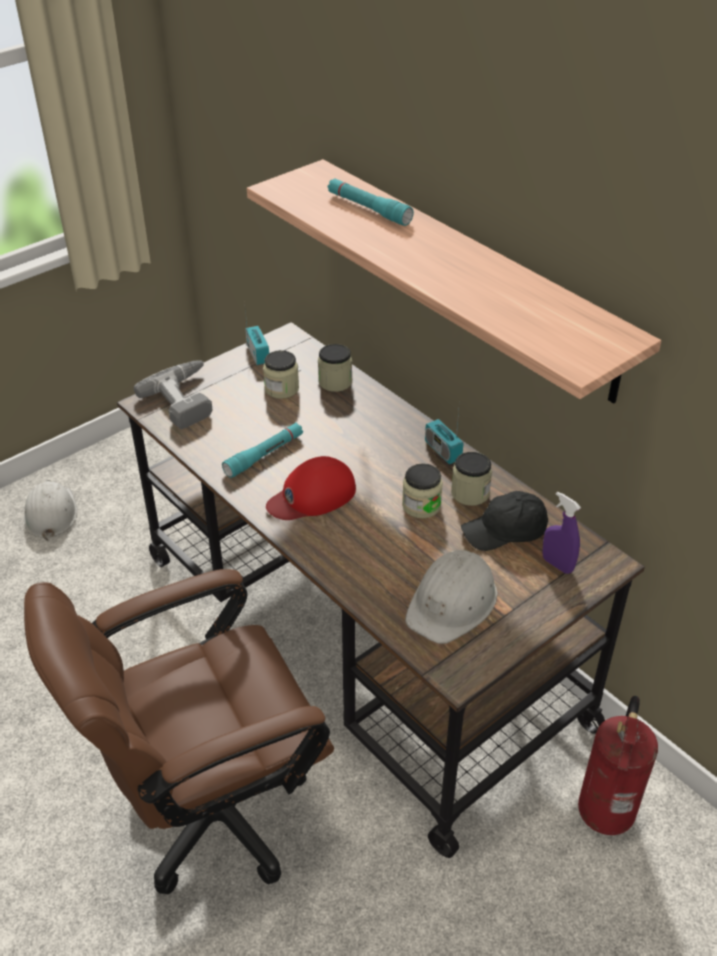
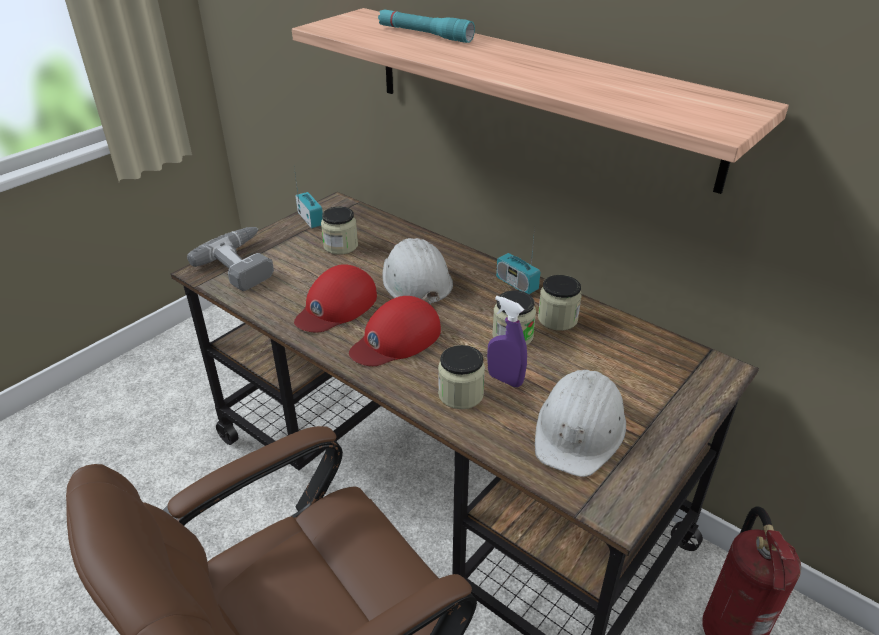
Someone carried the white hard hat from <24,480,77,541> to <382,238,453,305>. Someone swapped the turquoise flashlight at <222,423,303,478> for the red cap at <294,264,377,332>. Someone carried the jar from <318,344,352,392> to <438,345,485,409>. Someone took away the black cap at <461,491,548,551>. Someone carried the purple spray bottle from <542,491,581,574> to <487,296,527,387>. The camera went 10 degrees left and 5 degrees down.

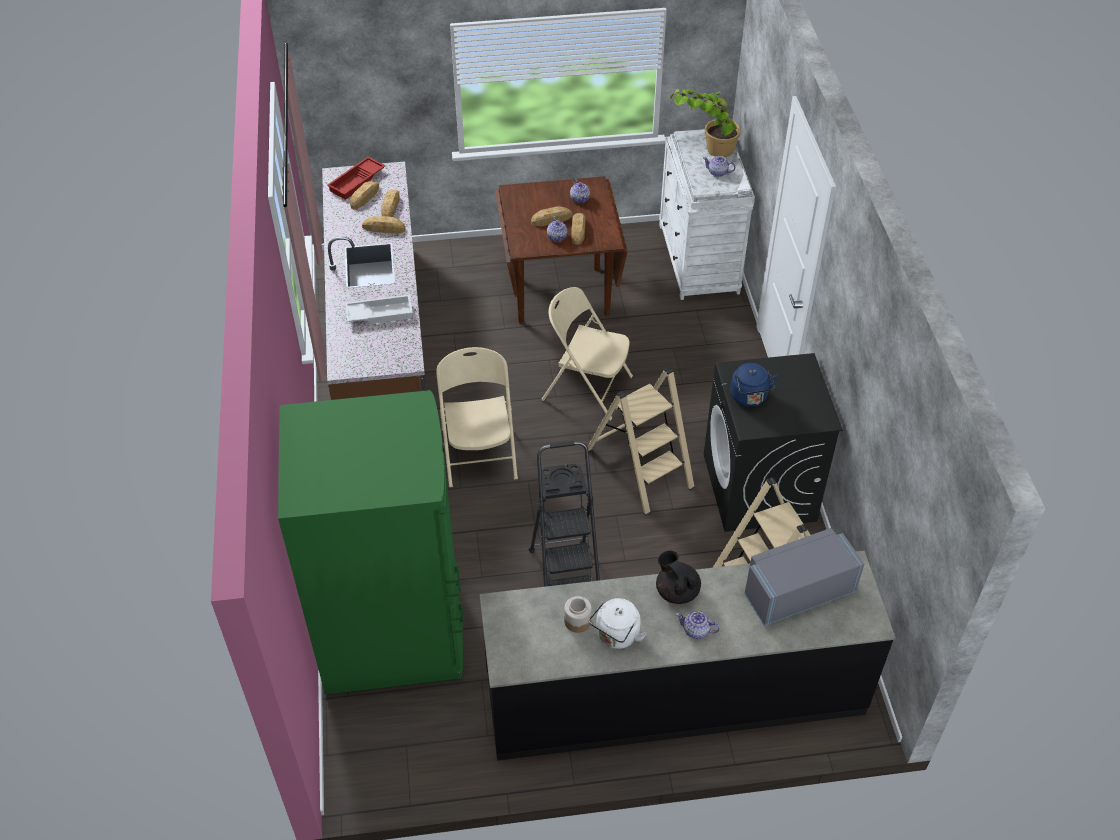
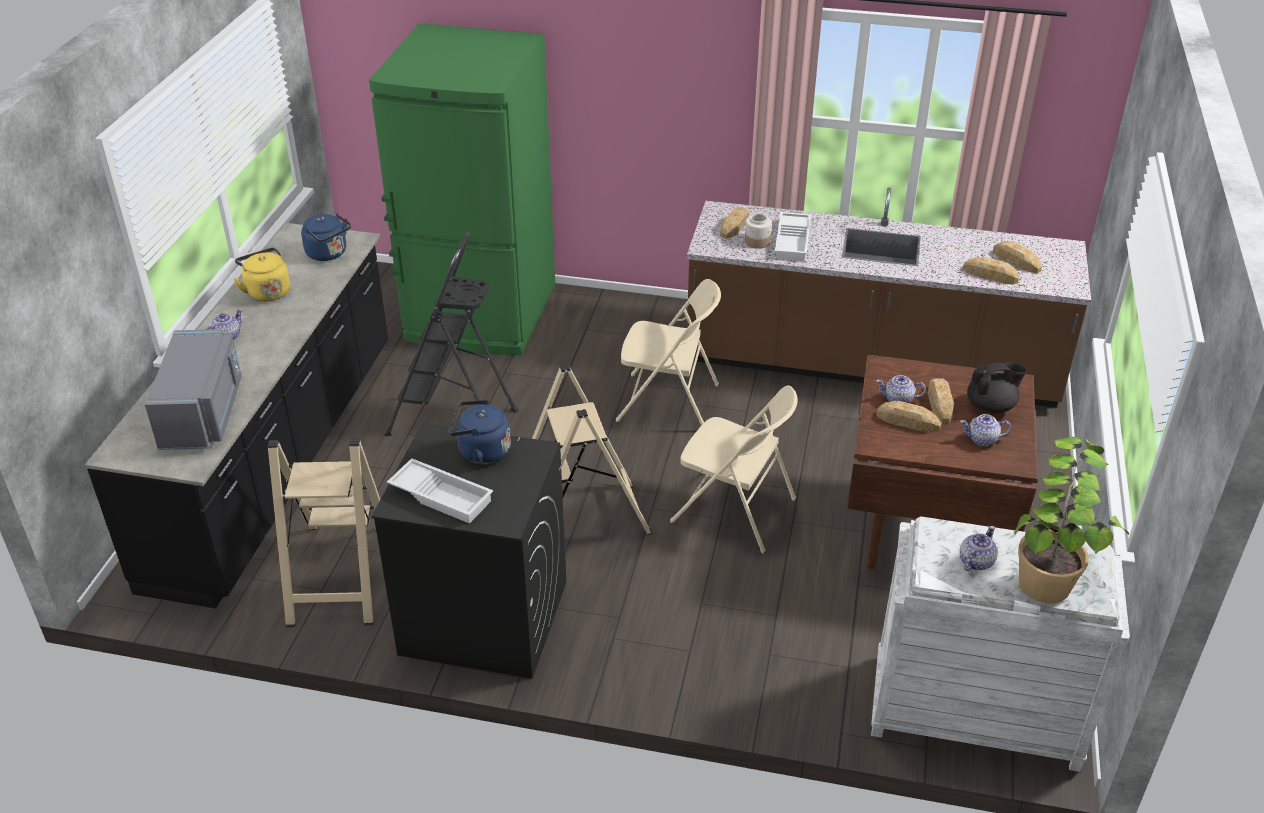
Someone took away the red tray at <327,157,385,200>. Someone carried the bread from <362,216,405,234> to <721,207,749,239>. Someone rotated the beige chair at <542,287,633,421> by 75 degrees clockwise. Someone carried the jar from <564,596,592,633> to <745,214,772,249>. Someone repainted the white kettle at <589,598,646,649>, which became the yellow kettle at <233,247,290,302>. Someone carried the black teapot from <656,551,701,604> to <967,362,1027,413>. Someone put down the blue kettle at <301,213,351,261>. Someone put down the white tray at <387,458,493,524>. The camera went 110 degrees right and 10 degrees down.

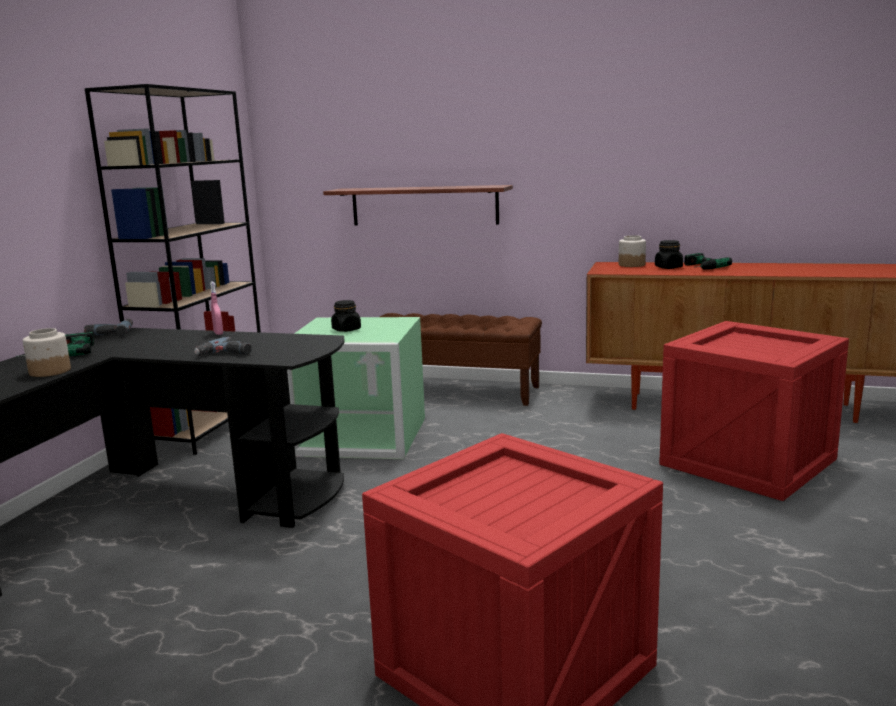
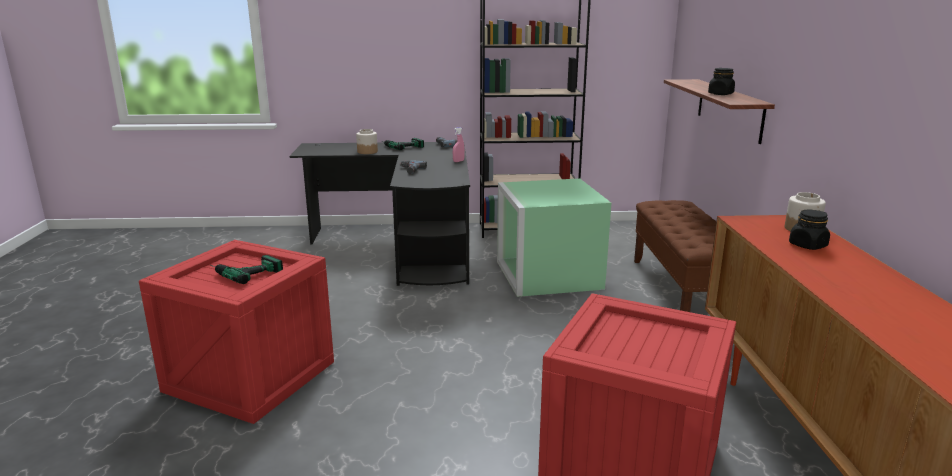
Someone carried the black jar from <331,300,361,332> to <708,68,735,95>. Someone carried the power drill from <684,253,732,270> to <211,255,283,284>. The camera went 70 degrees right and 5 degrees up.

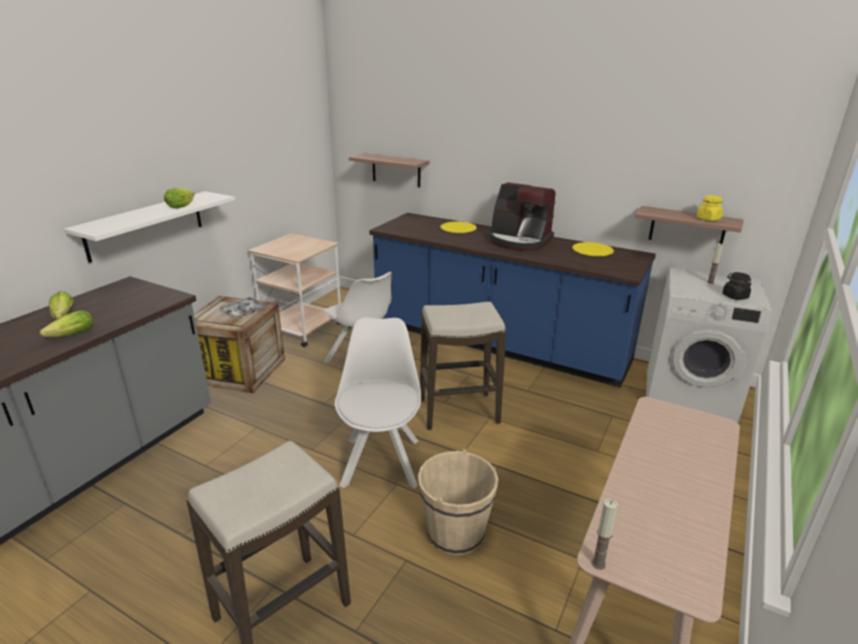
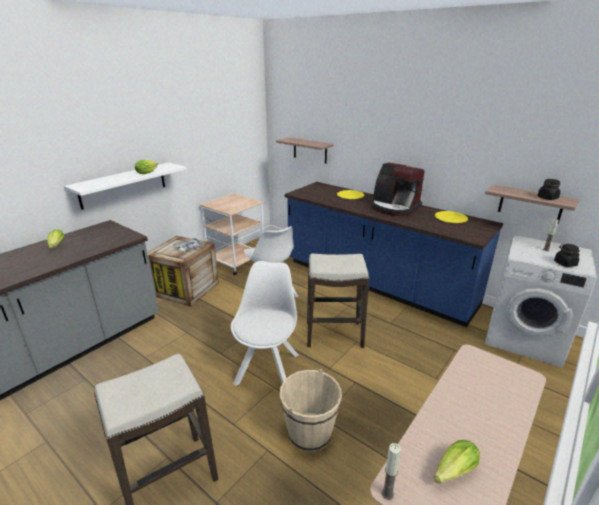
Someone carried the lettuce from <40,310,93,337> to <434,440,480,483>. Someone repainted the yellow jar at <697,195,723,221>, which became the black jar at <537,179,561,200>. The camera went 10 degrees right and 0 degrees up.

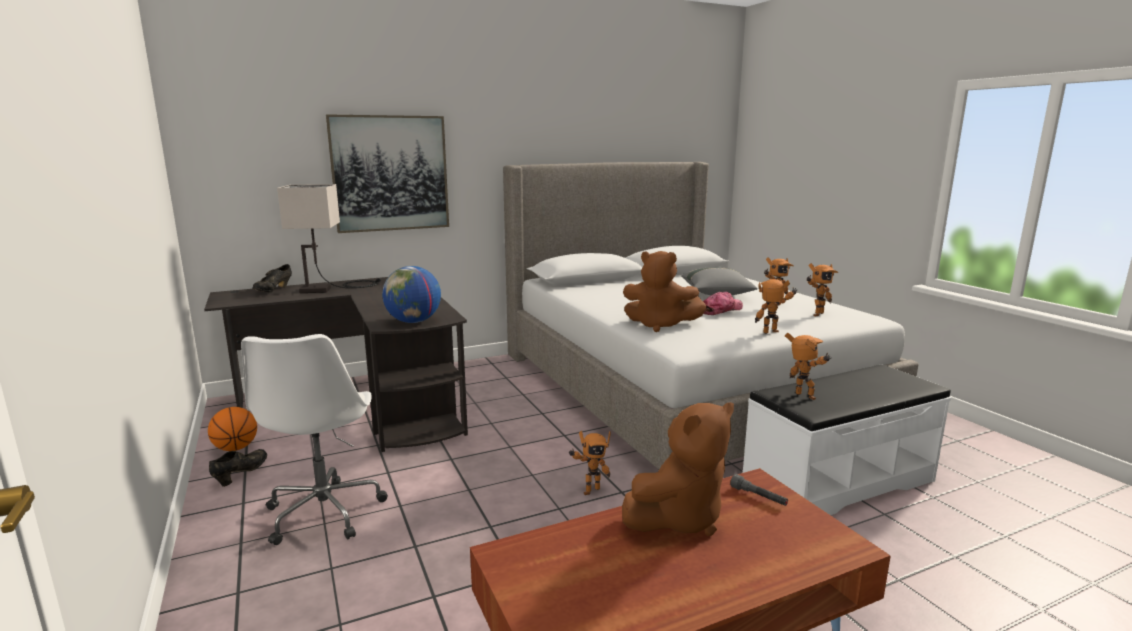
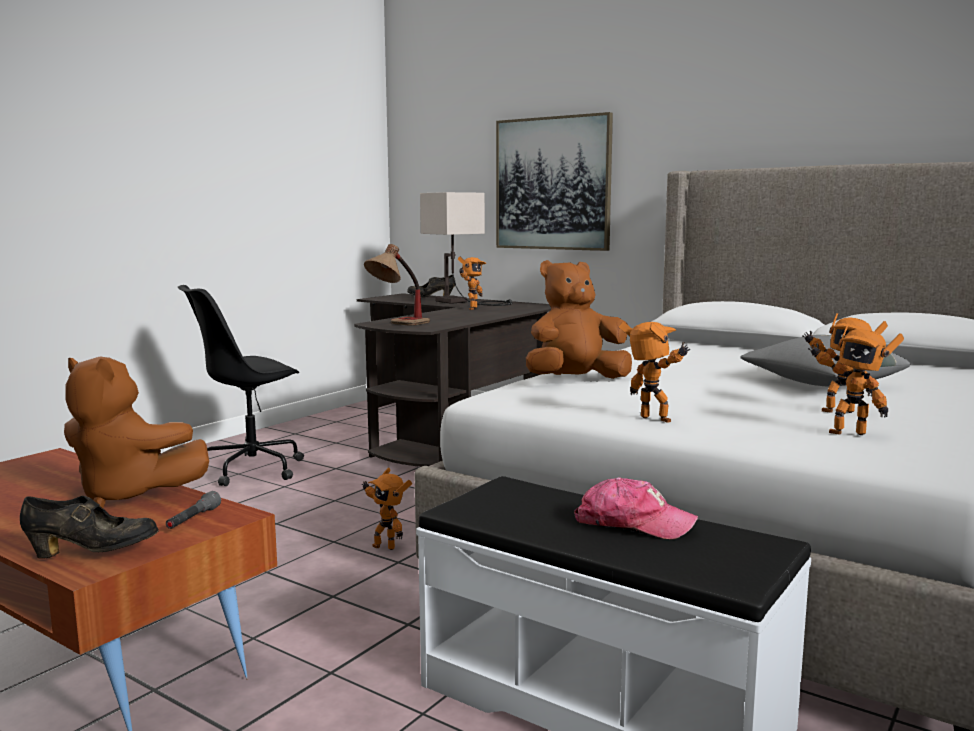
Someone took away the basketball at <208,407,257,451>. Someone carried the black shoe from <209,449,267,487> to <20,496,159,559>. Someone repainted the white office chair at <241,334,388,545>, which became the black office chair at <178,285,304,486>. Someone swapped the globe at <382,266,441,323> for the table lamp at <364,244,430,326>. Someone rotated the brown plush toy at <623,251,707,332> by 75 degrees clockwise. Someone carried the cap from <703,292,743,315> to <574,477,698,539>. Someone carried the toy robot from <785,333,832,400> to <458,257,486,310>. The camera went 60 degrees right and 5 degrees down.

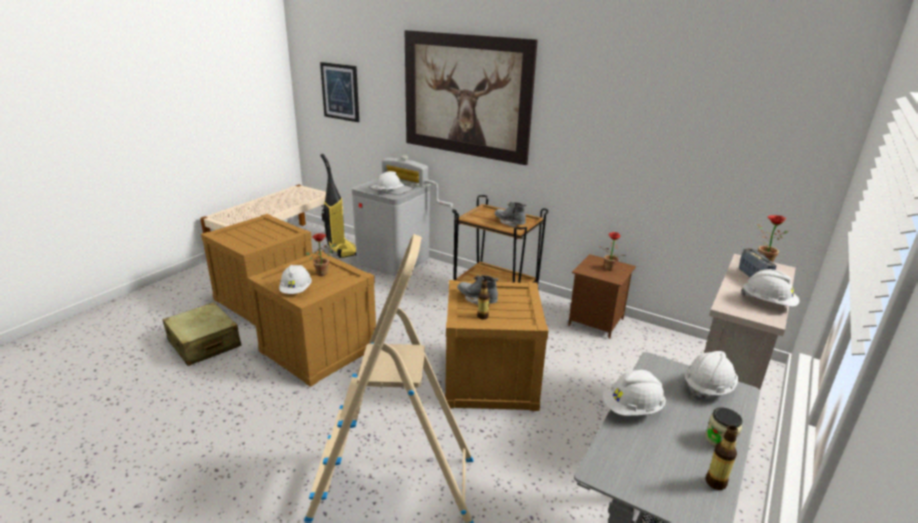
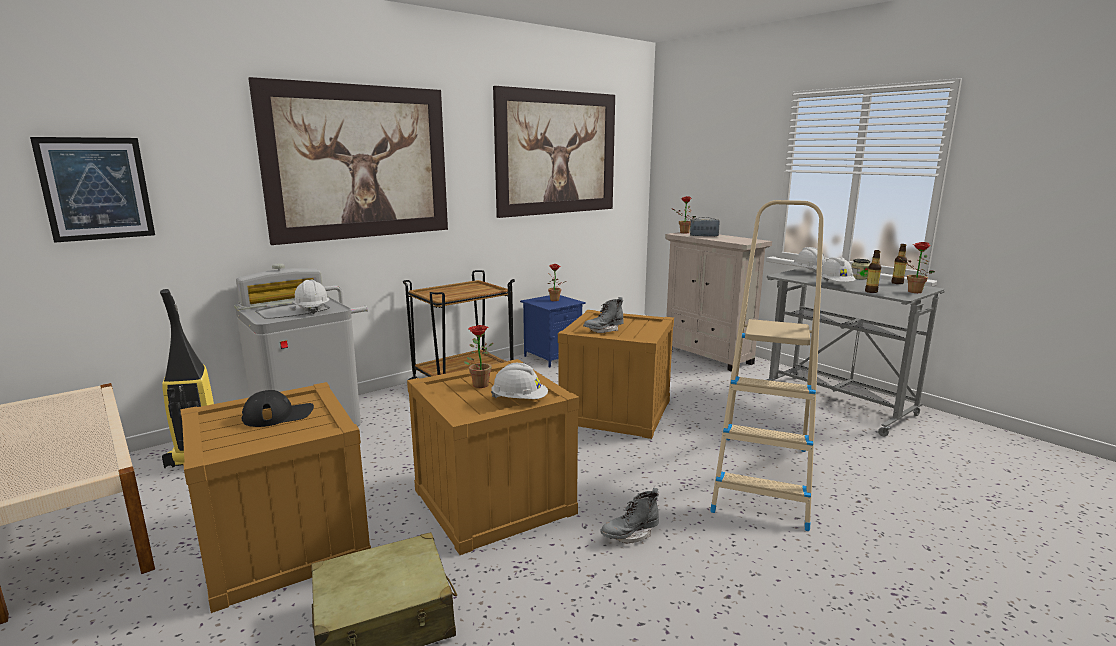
Someone carried the bottle from <477,280,490,320> to <865,250,881,293>. Someone carried the grey boot from <494,202,526,228> to <601,488,659,543>. Someone repainted the brown nightstand at <568,254,636,339>, which became the blue nightstand at <520,295,586,368>. Someone took away the white hard hat at <741,269,799,307>. Someone put down the black cap at <242,390,314,427>. Someone put up the picture at <493,86,615,218>. Someone put down the potted plant at <897,242,935,293>. The camera went 70 degrees left and 10 degrees down.

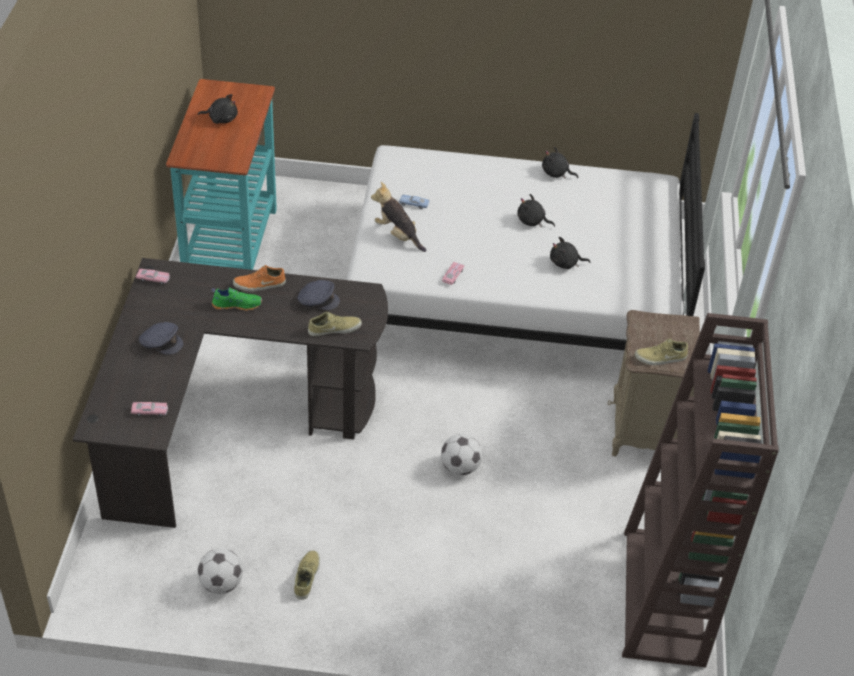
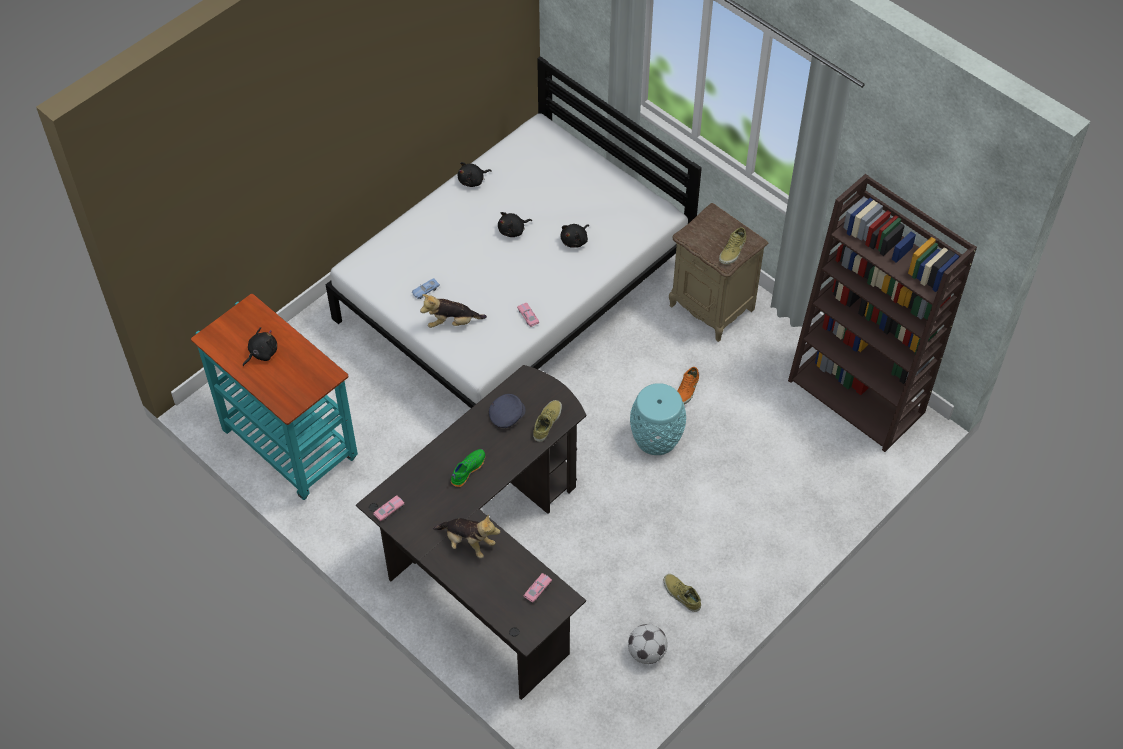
Someone swapped the grey cap at <139,322,184,355> for the plush toy at <433,514,500,559>. Someone carried the orange shoe from <233,265,286,292> to <677,367,699,405>. Someone swapped the football at <441,434,482,475> for the turquoise stool at <630,383,686,455>. The camera went 50 degrees left and 10 degrees up.

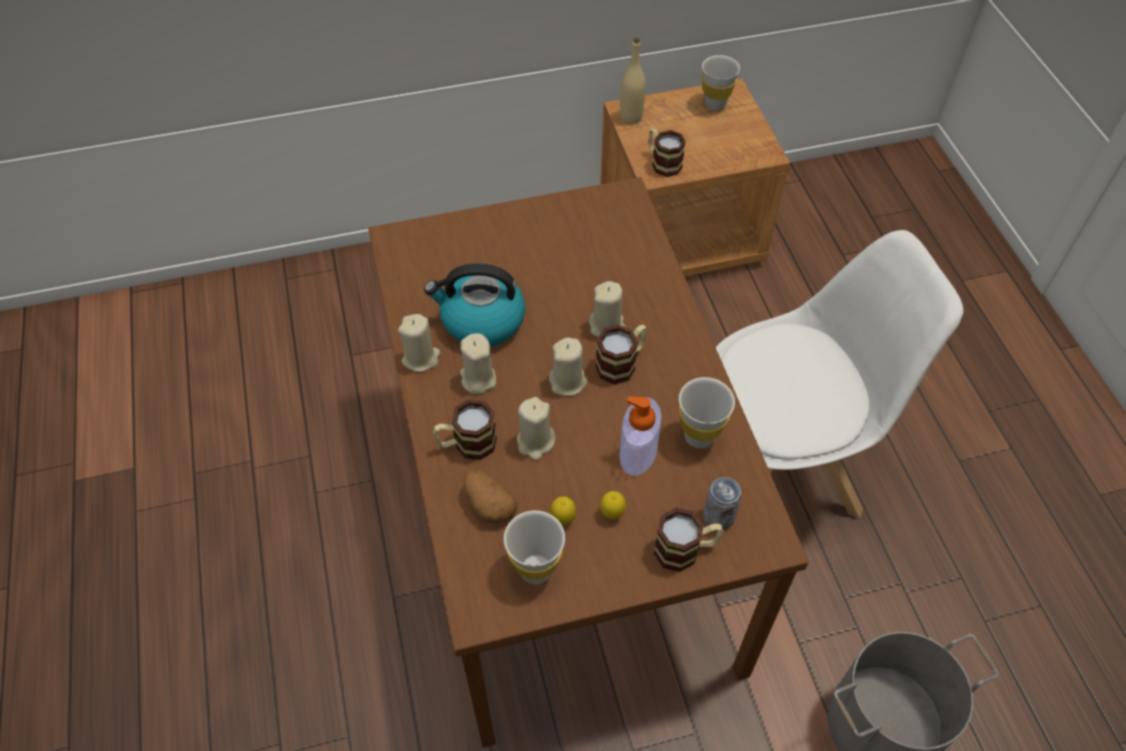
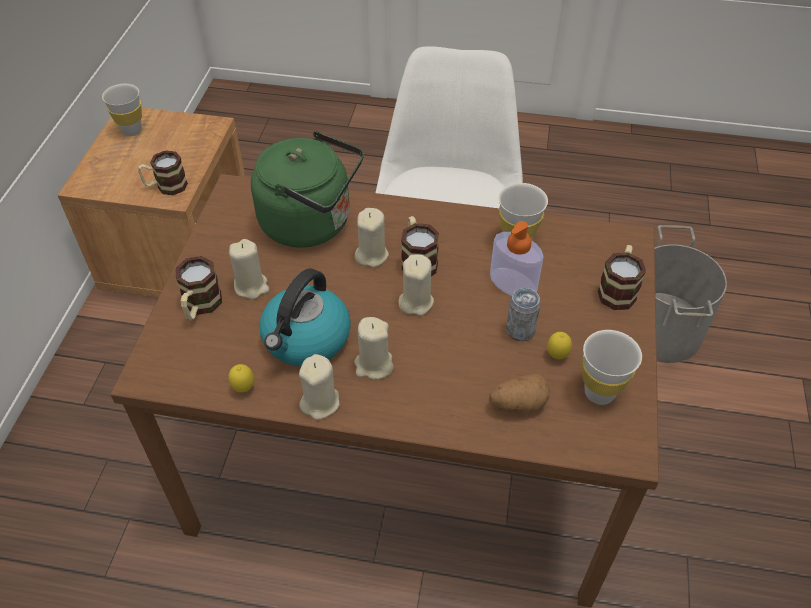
Someone carried the mug from <433,399,497,460> to <175,256,222,320>. Someone carried the beige candle from <517,397,556,460> to <229,239,269,299>. Someone carried the lemon from <600,491,626,519> to <228,364,254,393>. Someone took away the beige bottle at <620,38,646,124>. Someone carried the can from <703,477,742,530> to <506,288,540,341>. Someone put down the green kettle at <251,131,364,248>. The camera went 65 degrees left and 5 degrees down.

